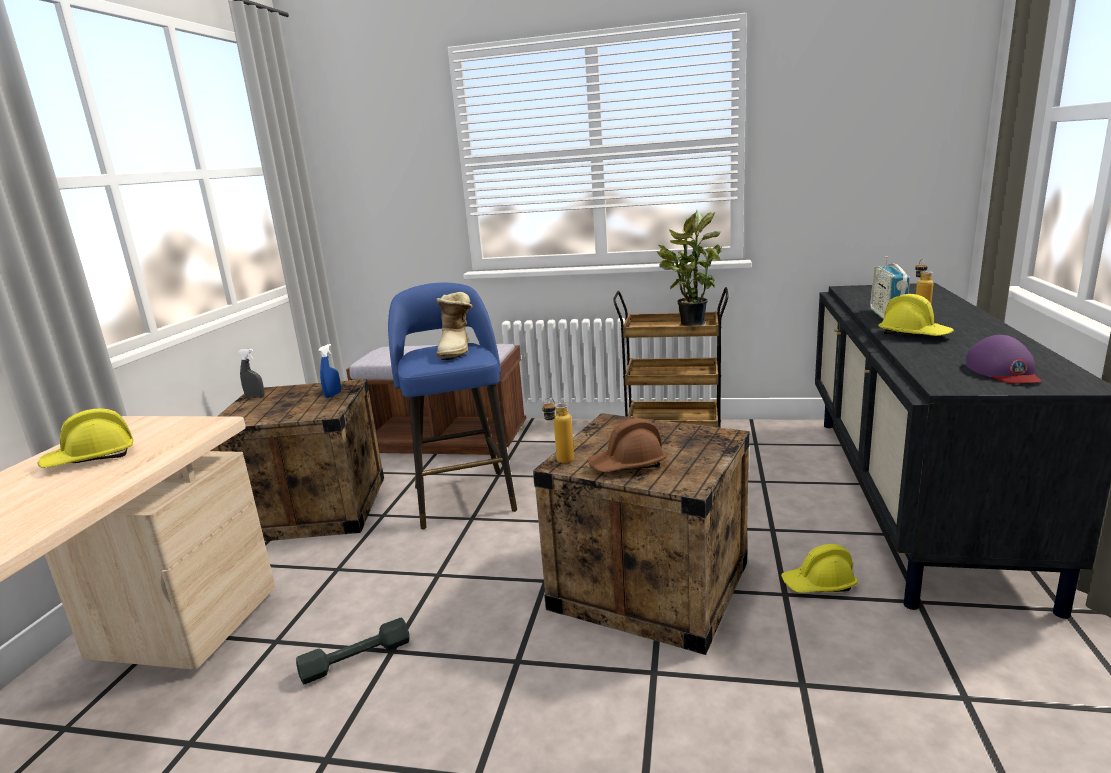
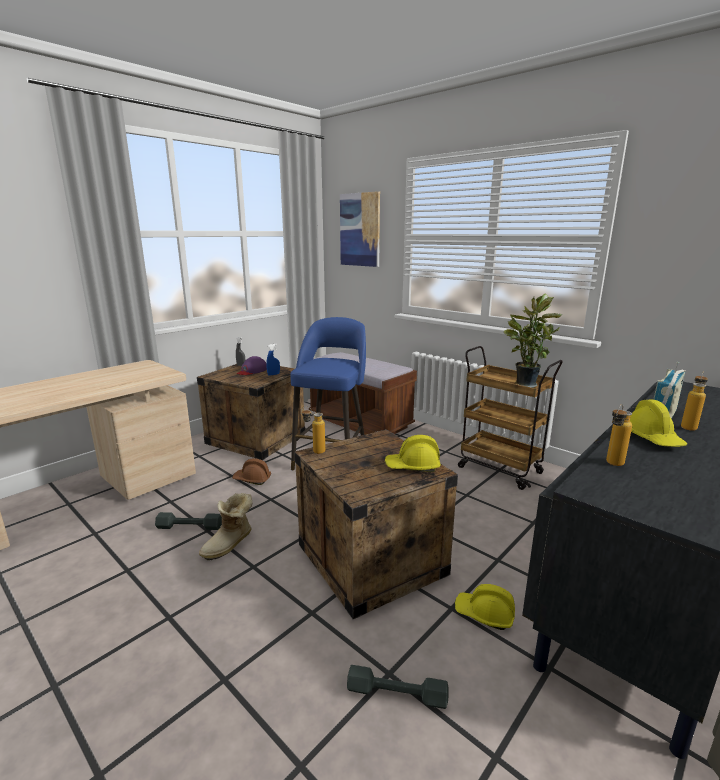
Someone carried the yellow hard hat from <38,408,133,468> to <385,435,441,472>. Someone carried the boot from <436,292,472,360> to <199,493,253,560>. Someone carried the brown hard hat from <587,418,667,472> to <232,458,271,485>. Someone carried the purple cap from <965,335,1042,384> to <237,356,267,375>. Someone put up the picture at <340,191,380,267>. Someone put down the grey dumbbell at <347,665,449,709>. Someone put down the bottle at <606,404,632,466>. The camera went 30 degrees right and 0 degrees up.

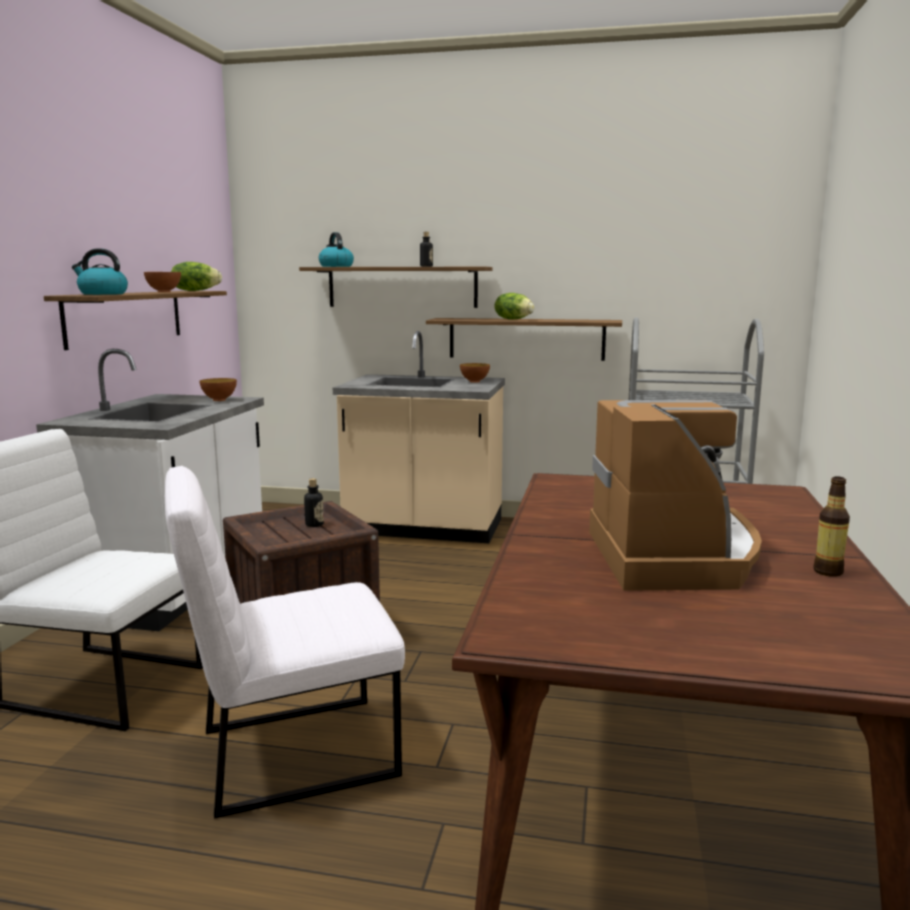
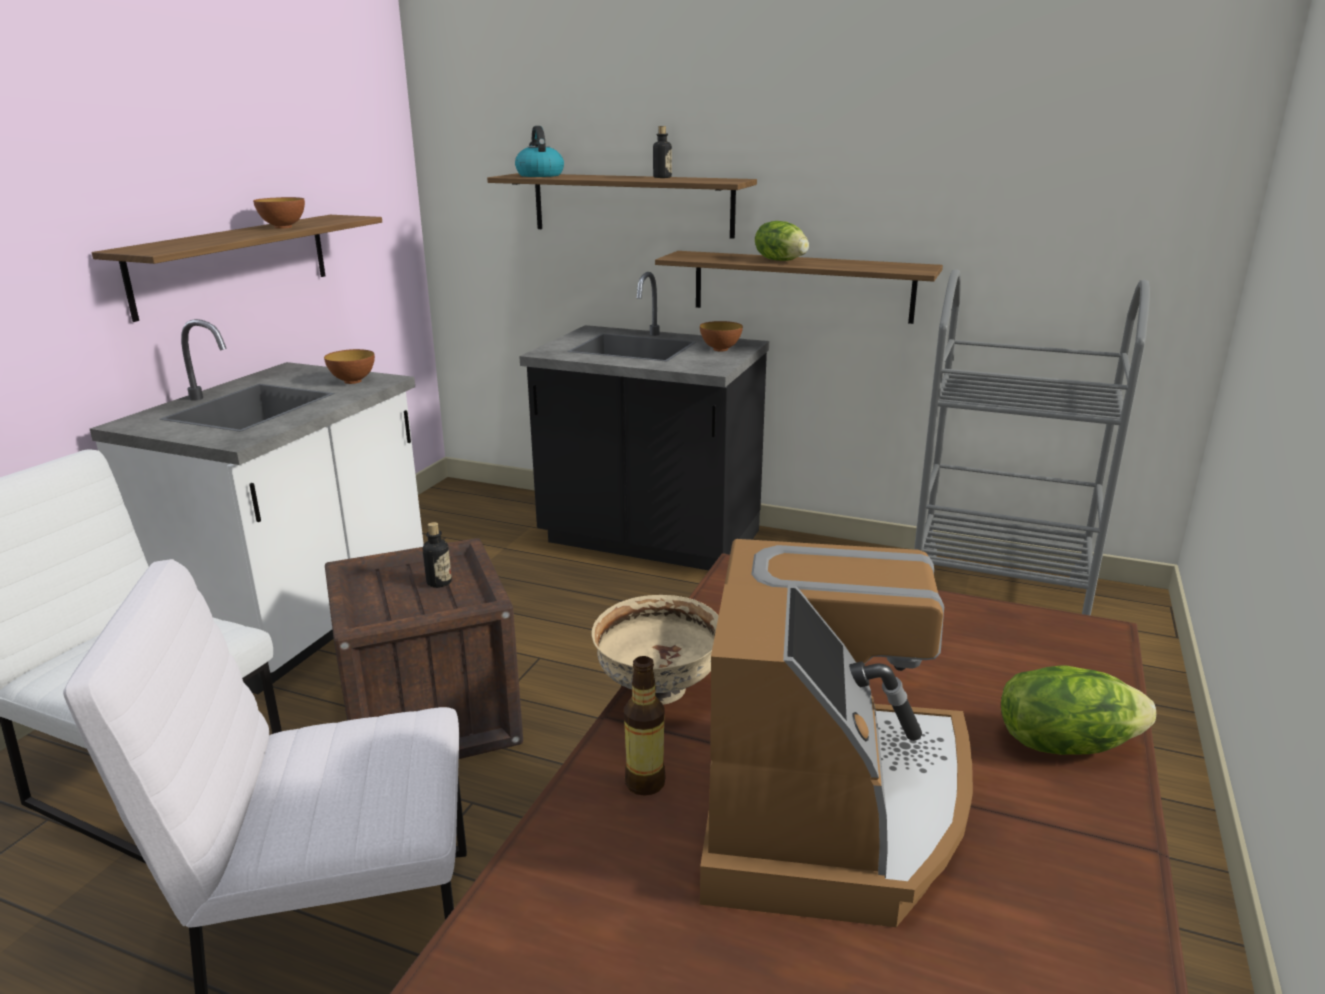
Someone took away the kettle at <72,248,128,295>. Someone carried the lettuce from <171,262,222,291> to <1001,665,1156,755>. Someone repainted the beige counter at <333,331,505,543>, which became the black counter at <519,272,769,570>. Someone carried the bottle from <813,476,850,577> to <624,656,665,796>. Someone put down the beige bowl at <592,595,718,705>. The camera went 10 degrees right and 10 degrees up.

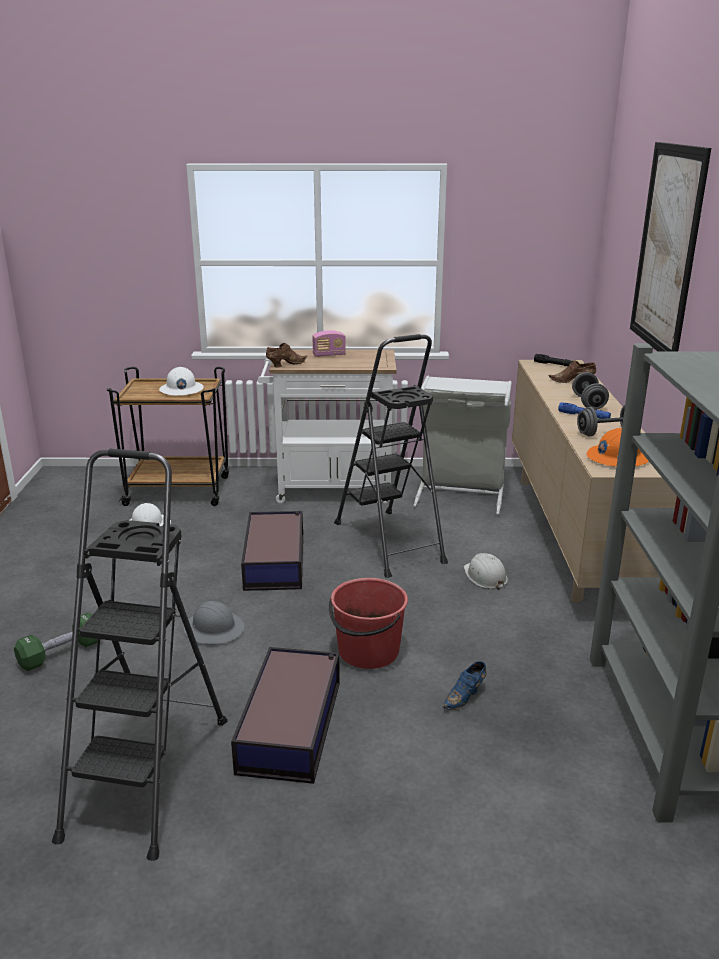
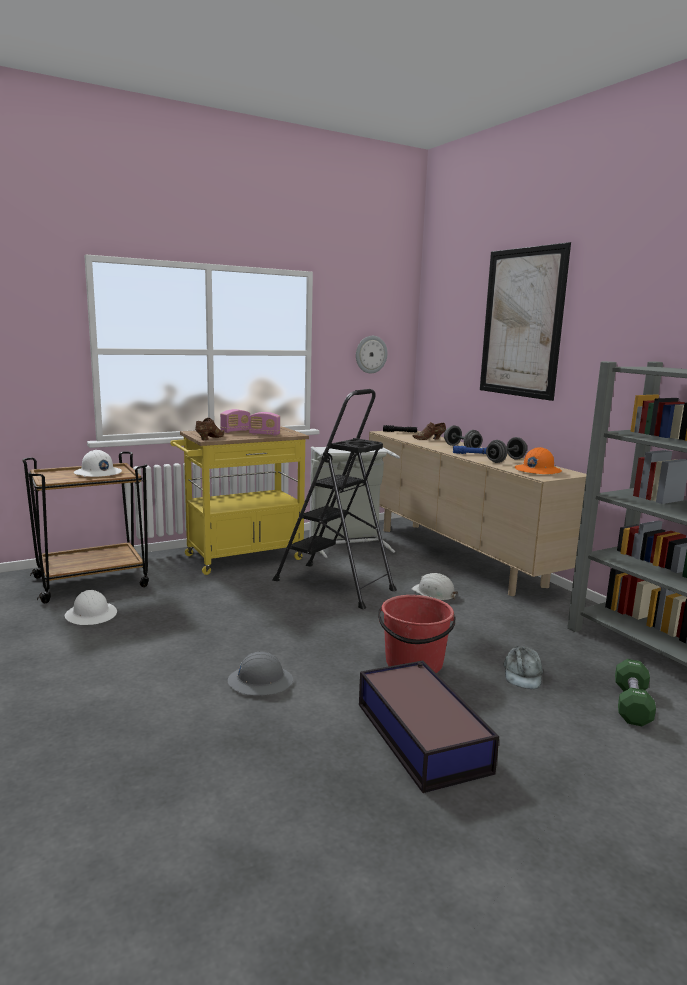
Someone carried the green dumbbell from <14,613,98,671> to <615,659,656,726>. Someone took away the step ladder at <52,449,228,861>. Someone took away the storage box at <241,511,303,591>. Someone repainted the white cart at <258,349,397,503>, which became the yellow cart at <170,426,309,575>. Someone swapped the blue shoe at <443,661,486,710> for the grey cap at <503,645,543,689>. Someone put down the radio at <249,412,280,436>. Someone put up the wall clock at <356,336,388,373>. The camera went 30 degrees left and 10 degrees down.

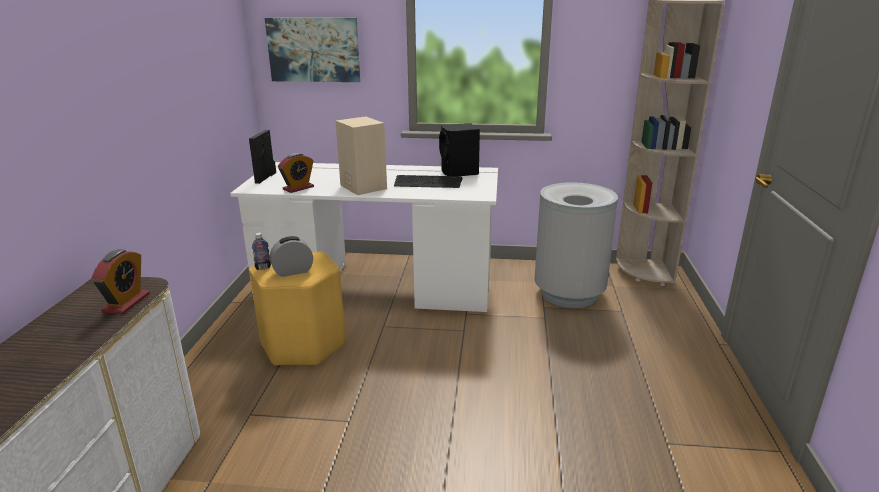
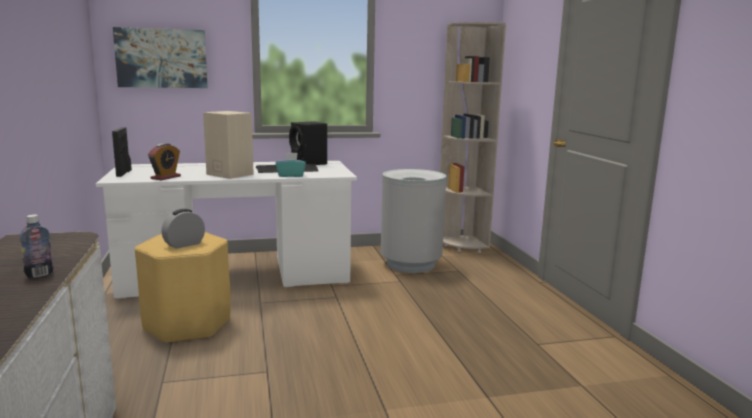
Someone took away the alarm clock at <91,249,150,315>. Someone carried the bottle from <252,233,271,270> to <20,215,54,278>. Someone put down the turquoise tissue box at <276,153,306,177>. The camera went 20 degrees left and 10 degrees down.

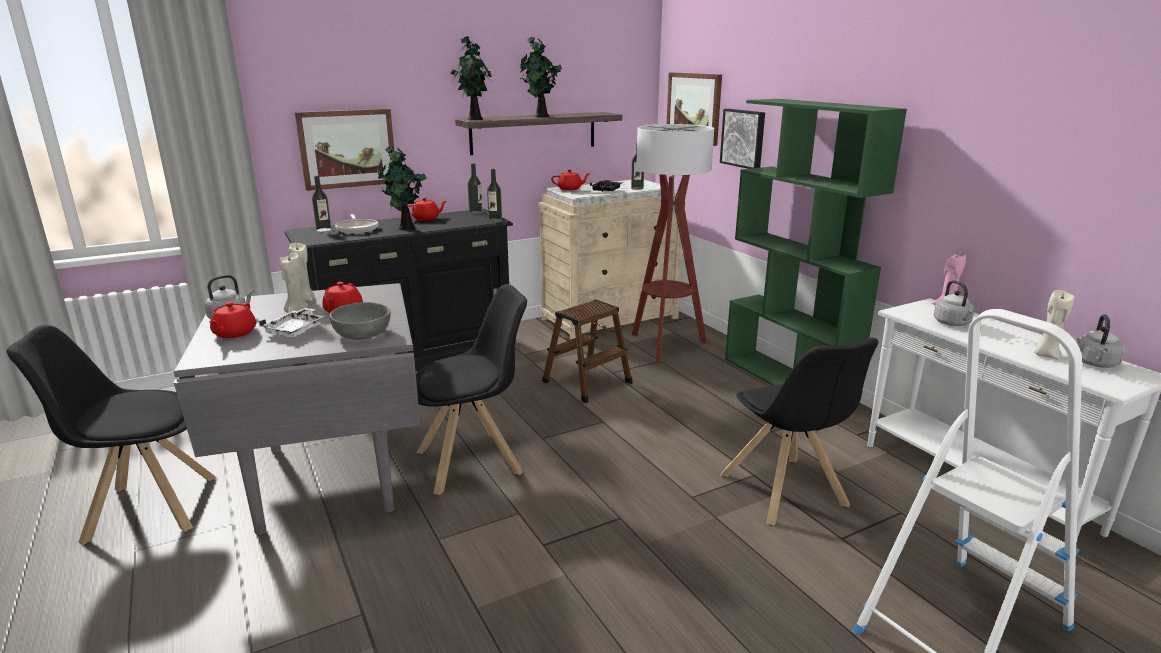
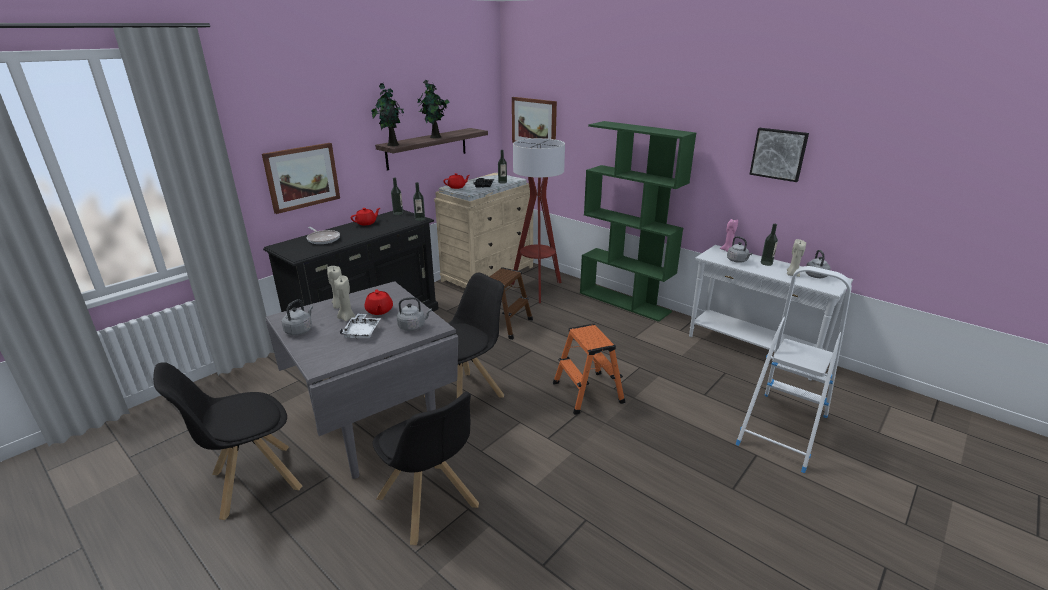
Someone took away the red teapot at <209,302,256,338>. Someone carried the bottle from <312,176,332,232> to <761,224,778,266>. Someone swapped the grey bowl at <329,302,391,340> for the grey kettle at <397,297,432,331>. Someone took away the potted plant at <378,146,427,230>. Someone carried the picture from <720,109,765,169> to <749,128,809,182>. Someone carried the black chair from <720,338,878,526> to <373,392,479,546>. Someone put down the orange step ladder at <553,324,625,415>. The camera went 20 degrees left and 5 degrees up.

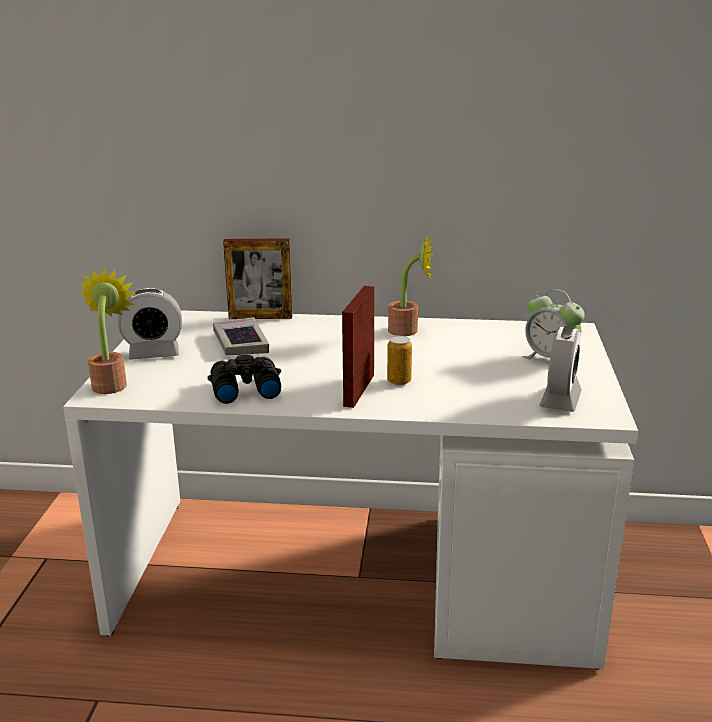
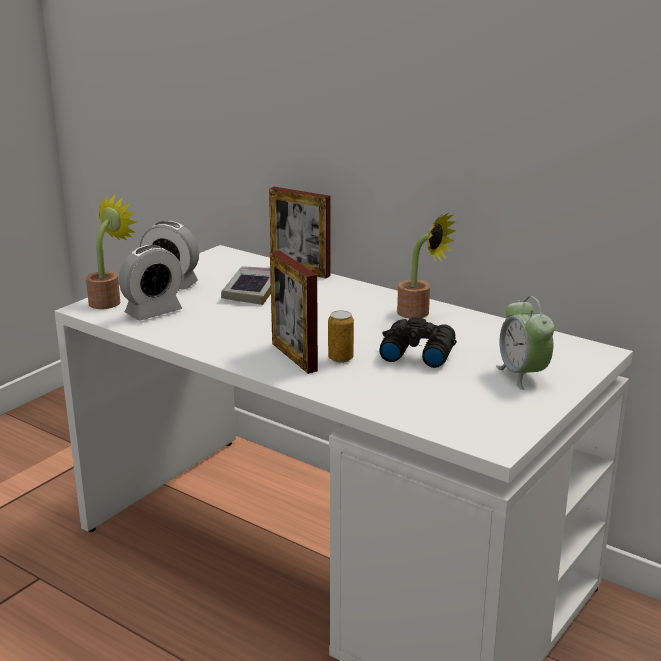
Someone carried the black binoculars from <207,355,281,404> to <379,317,457,368>. Someone rotated the picture frame at <342,286,374,408> by 75 degrees counterclockwise. Someone carried the alarm clock from <539,326,582,412> to <119,245,182,321>. The camera went 30 degrees right and 0 degrees up.

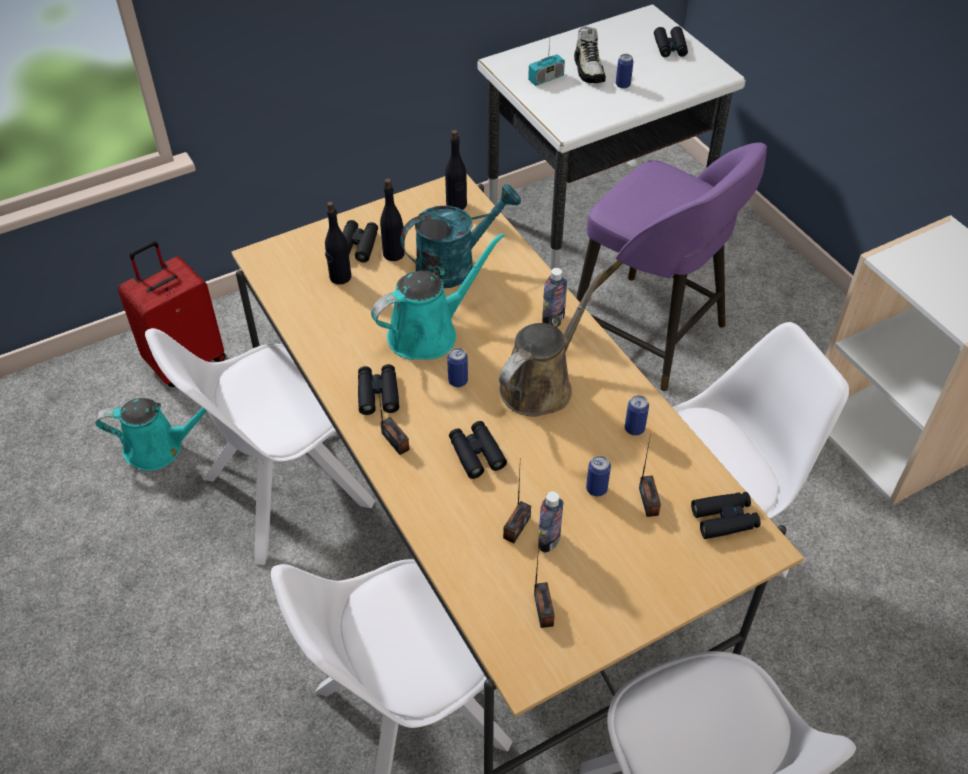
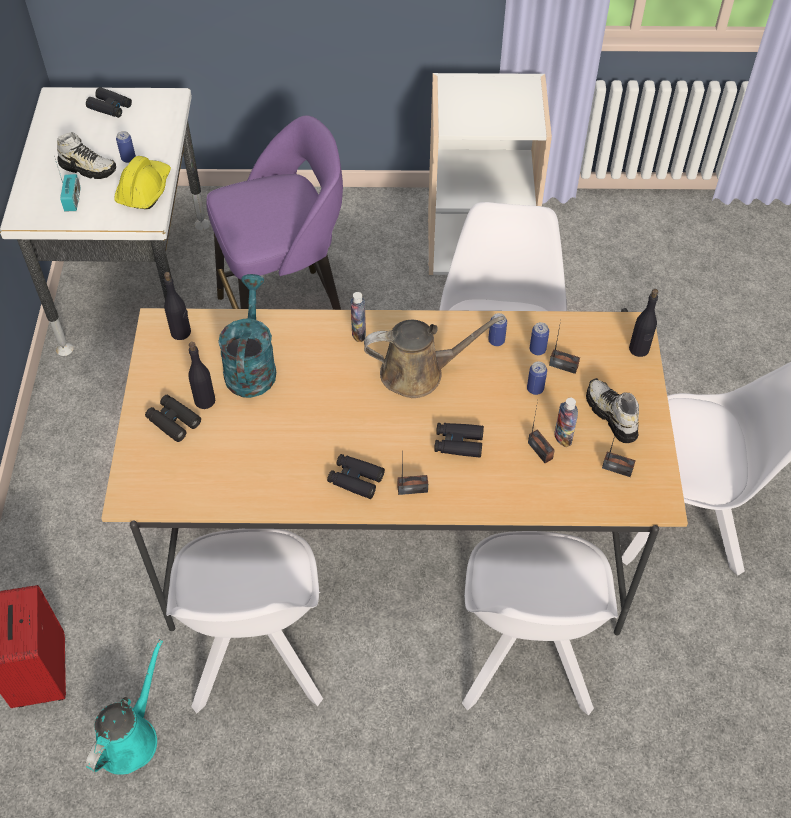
Someone carried the black bottle from <325,201,351,285> to <629,289,658,357>. Someone took away the turquoise watering can at <371,233,505,360>. Someone carried the can from <447,347,468,387> to <530,322,549,355>. Someone rotated the brown watering can at <499,268,605,417> by 105 degrees clockwise. Someone took away the black binoculars at <691,492,761,539>. Someone put down the yellow hard hat at <114,156,171,209>. Someone put down the shoe at <586,378,639,443>. The camera went 60 degrees left and 5 degrees up.

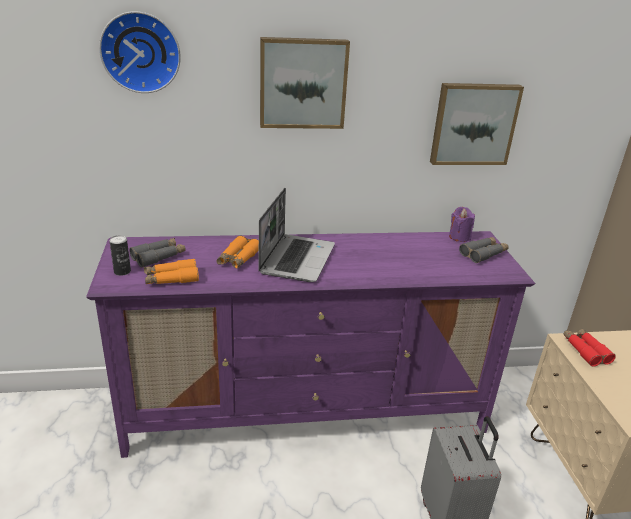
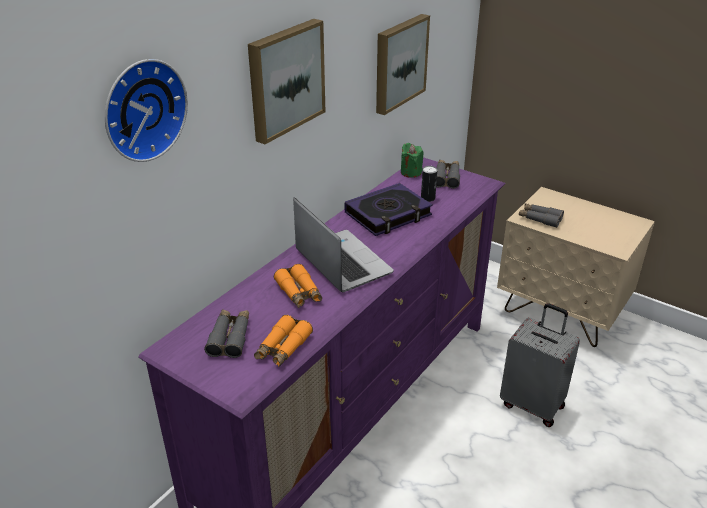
Someone carried the can from <109,235,131,276> to <421,166,437,202>. Someone repainted the purple candle at <449,207,475,242>, which became the green candle at <401,143,423,178>. Someone repainted the red binoculars at <563,329,616,367>, which became the grey binoculars at <519,203,564,228>. Someone put down the book at <344,183,433,236>. The camera went 45 degrees left and 5 degrees up.

